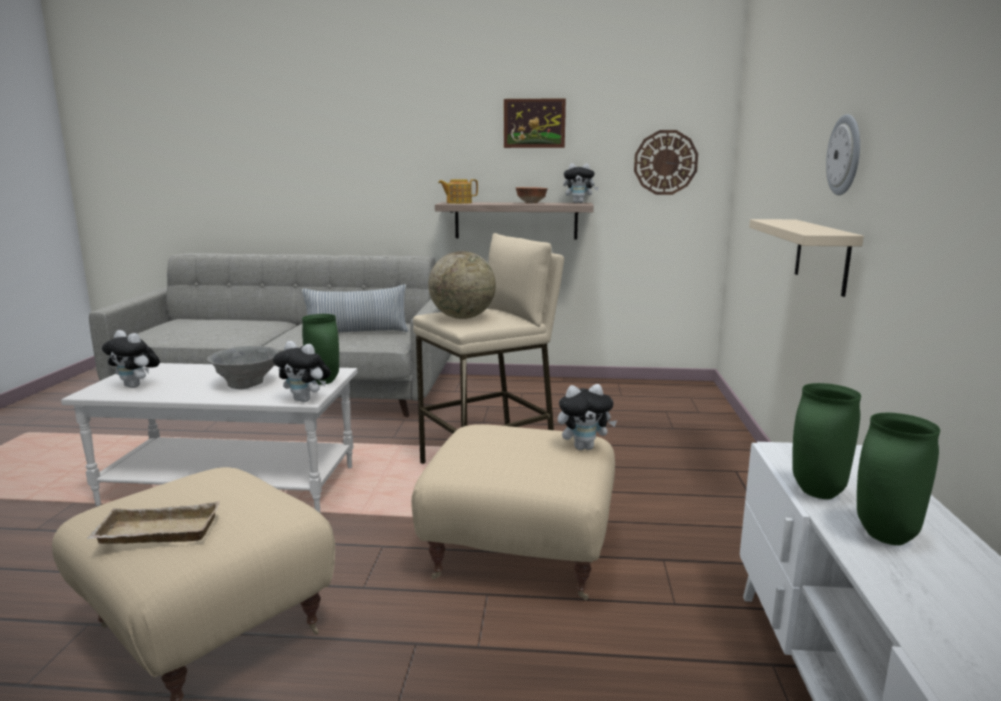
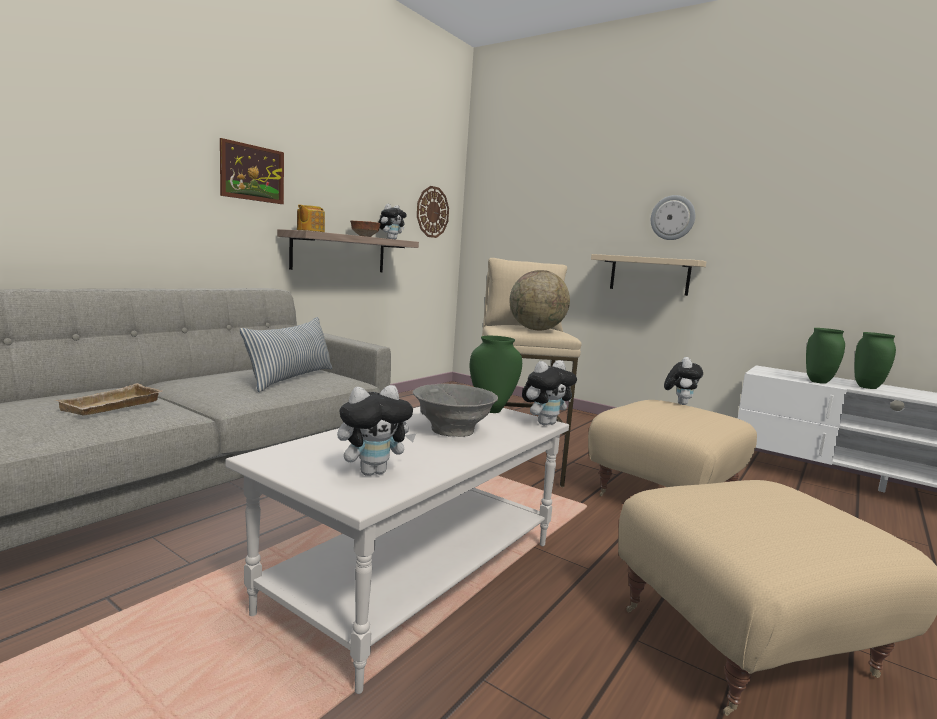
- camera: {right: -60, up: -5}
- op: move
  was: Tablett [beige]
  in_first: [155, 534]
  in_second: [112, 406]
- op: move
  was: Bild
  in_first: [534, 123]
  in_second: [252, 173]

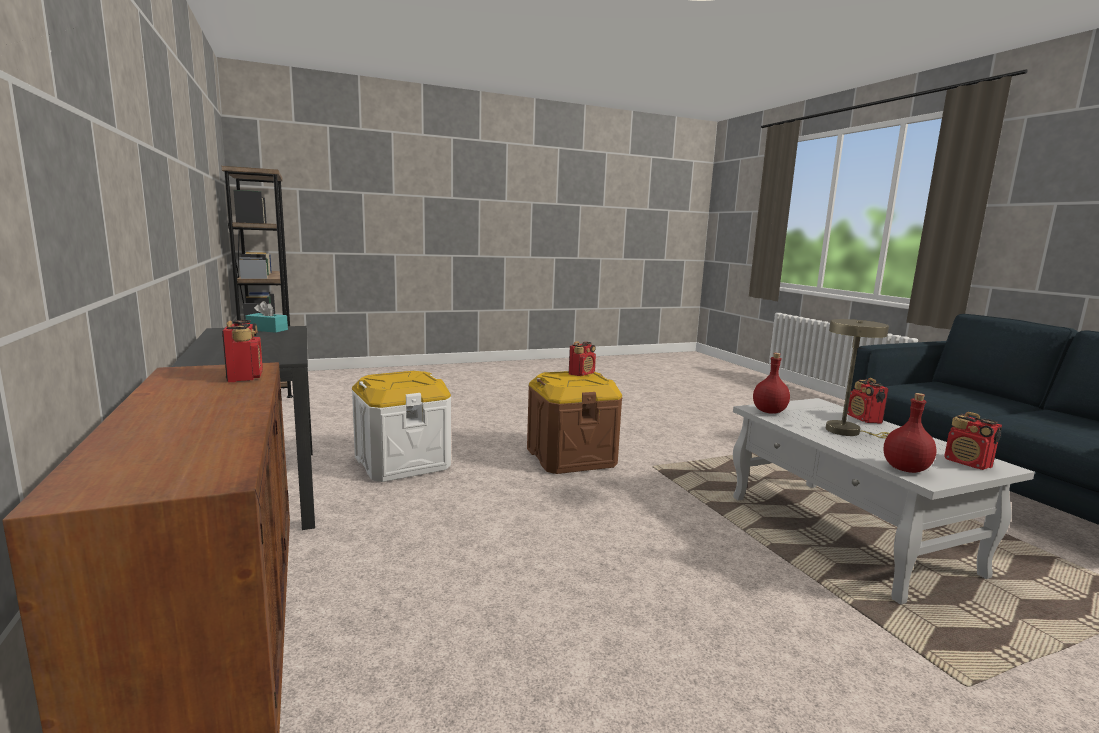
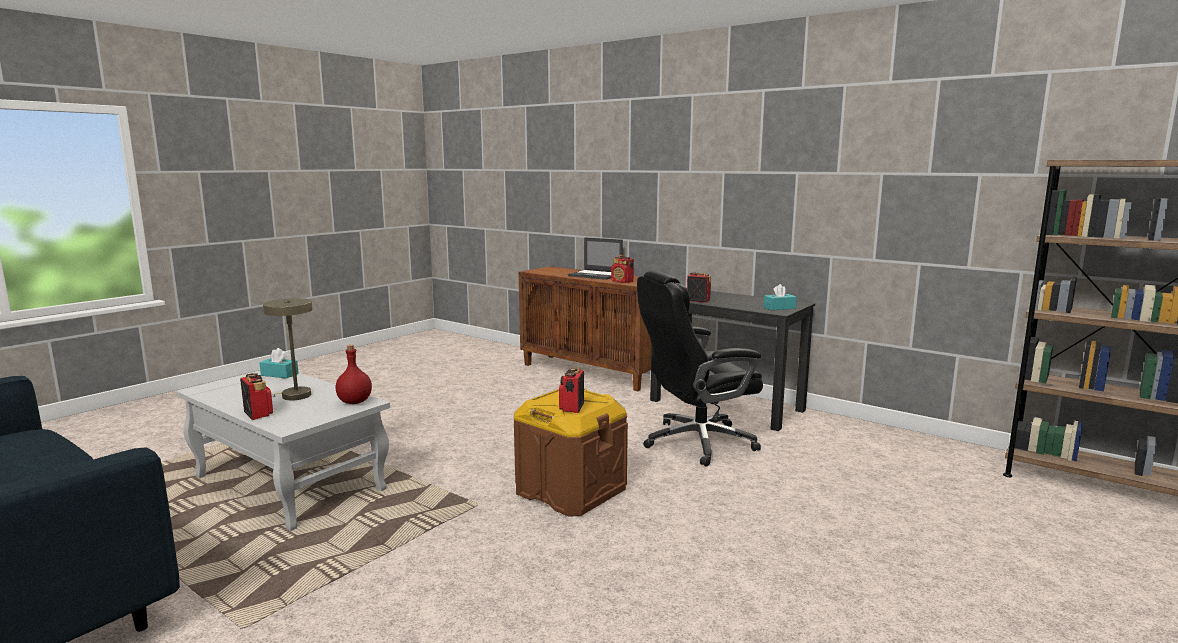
- camera: {right: 150, up: 0}
- op: replace
  was: Aufbewahrungsbox [weiß]
  now: Bürostuhl [schwarz]
  in_first: [402, 463]
  in_second: [696, 442]
- op: replace
  was: Flasche [rot]
  now: Taschentuchbox [türkis]
  in_first: [906, 469]
  in_second: [279, 374]
- op: move
  was: Radio
  in_first: [968, 463]
  in_second: [698, 300]
- op: insert
  now: Laptop
  in_second: [596, 275]

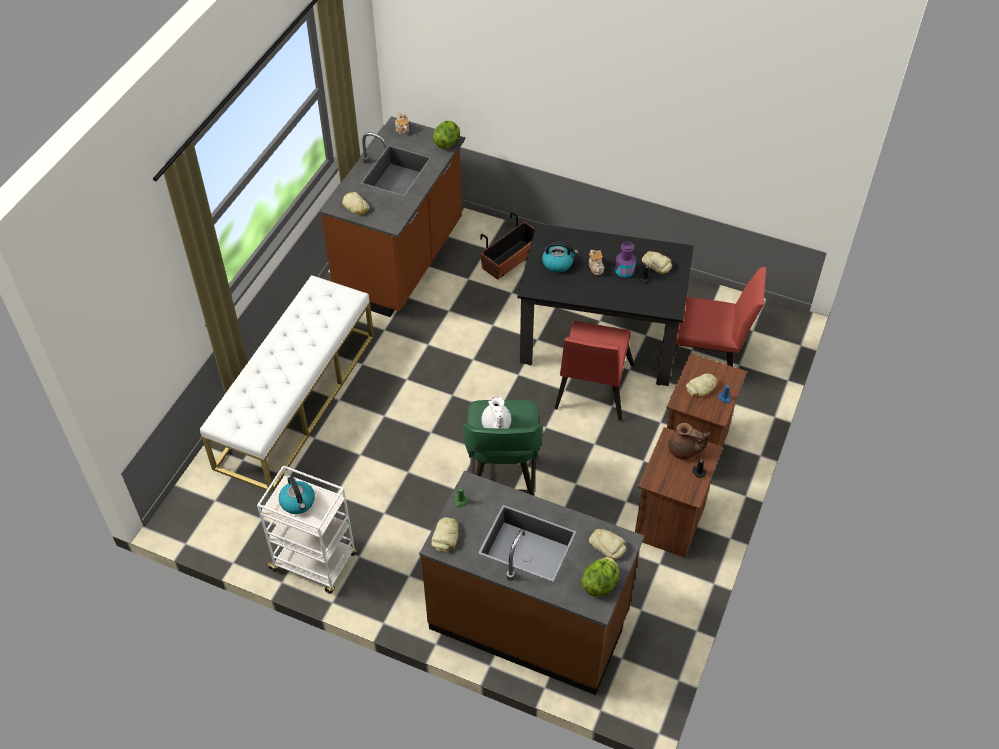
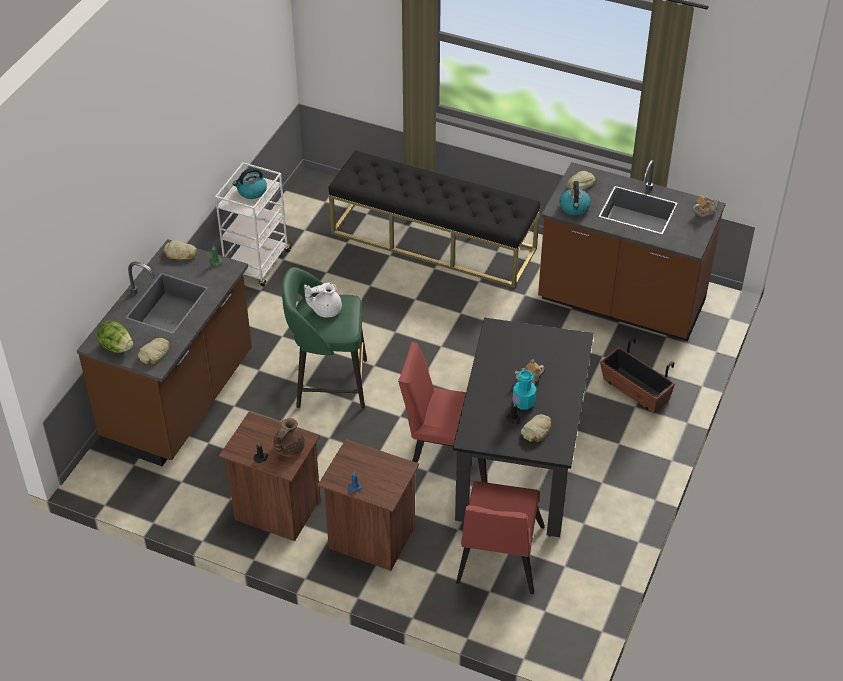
- camera: {right: 90, up: -5}
- op: recolor
  was: Bank [weiß]
  now: Bank [schwarz]
  in_first: [296, 400]
  in_second: [433, 241]
- op: delete
  was: Salatkopf
  in_first: [447, 143]
- op: move
  was: Wasserkessel
  in_first: [558, 263]
  in_second: [574, 207]
- op: recolor
  was: Flasche [lila]
  now: Flasche [türkis]
  in_first: [624, 271]
  in_second: [523, 402]
- op: delete
  was: Brot
  in_first: [702, 387]

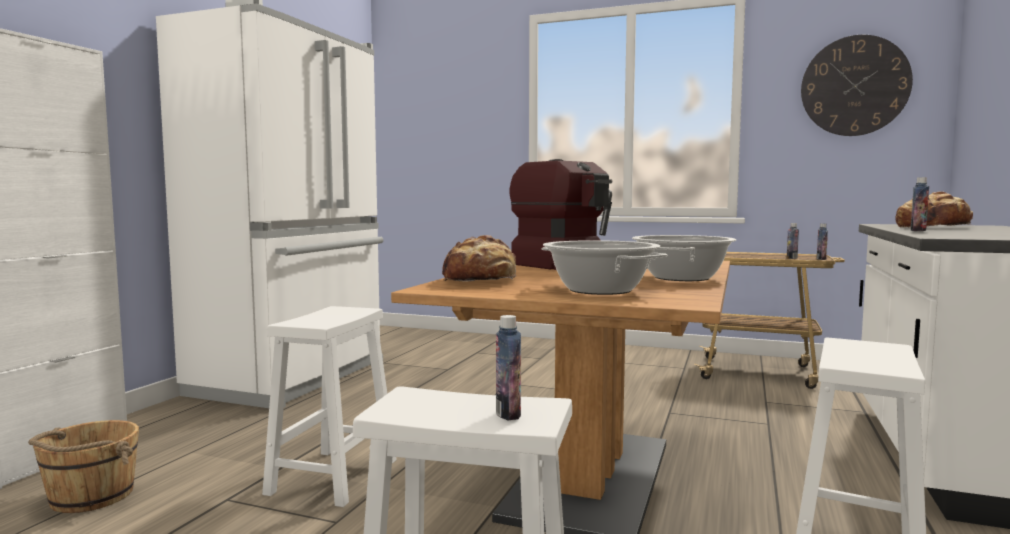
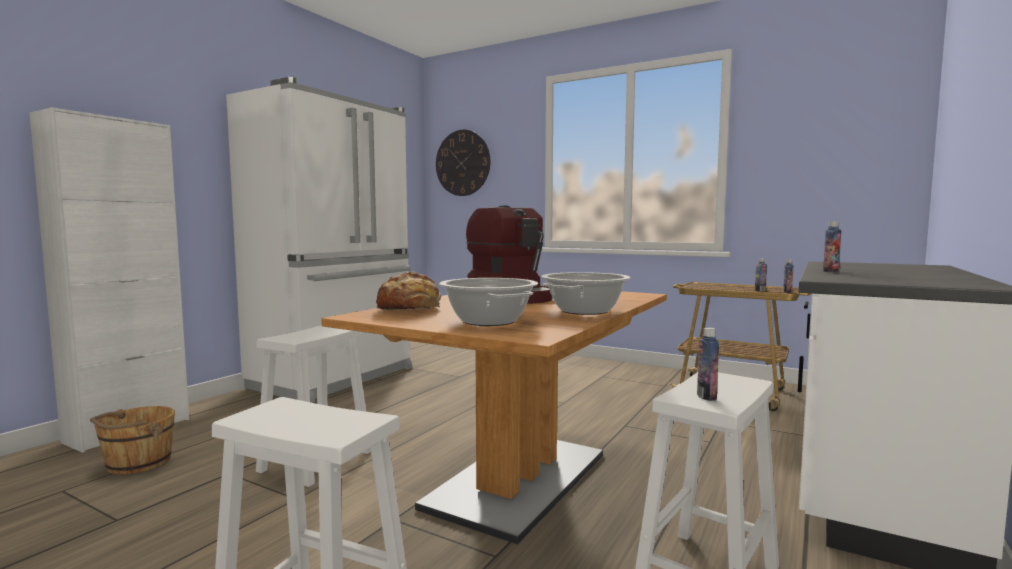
- camera: {right: 10, up: 0}
- op: move
  was: Flasche
  in_first: [508, 414]
  in_second: [706, 397]
- op: move
  was: Wanduhr
  in_first: [854, 86]
  in_second: [462, 163]
- op: delete
  was: Brot
  in_first: [933, 227]

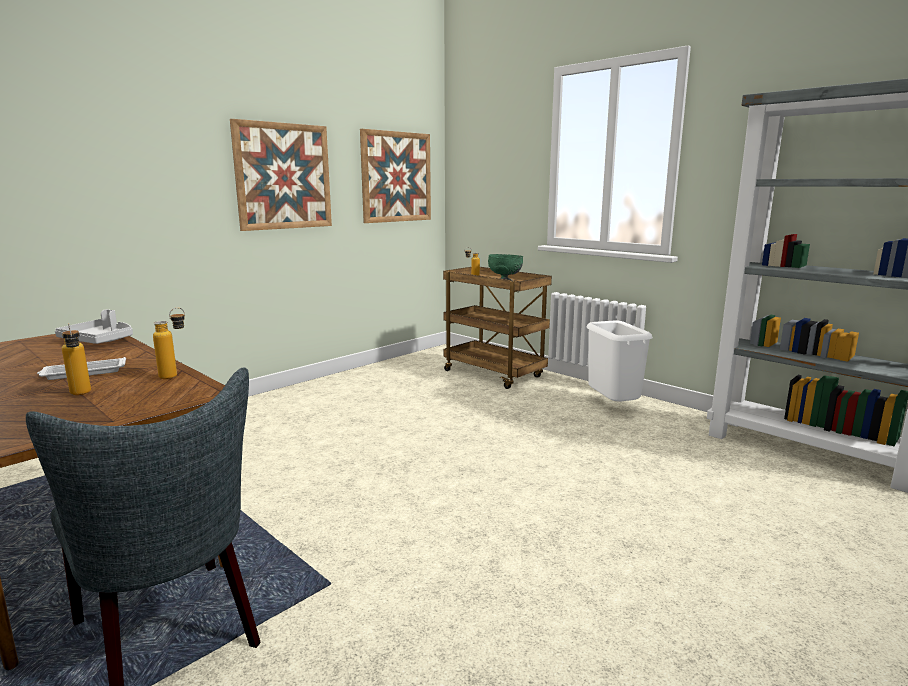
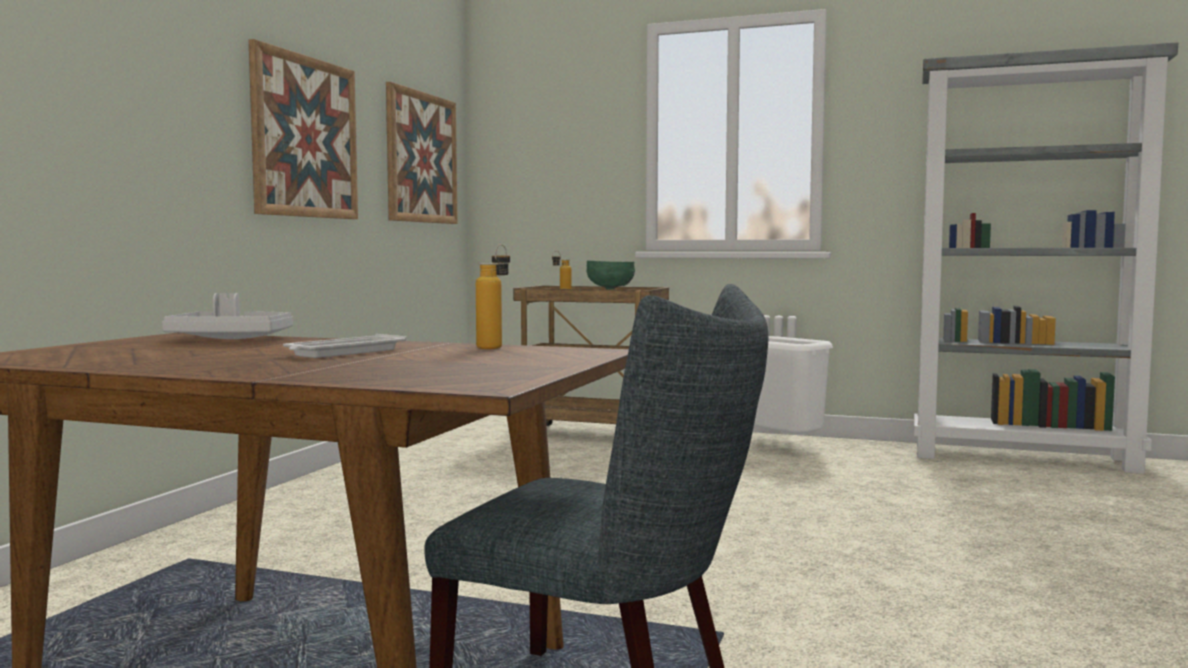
- camera: {right: -25, up: -10}
- op: delete
  was: Flasche
  in_first: [81, 394]

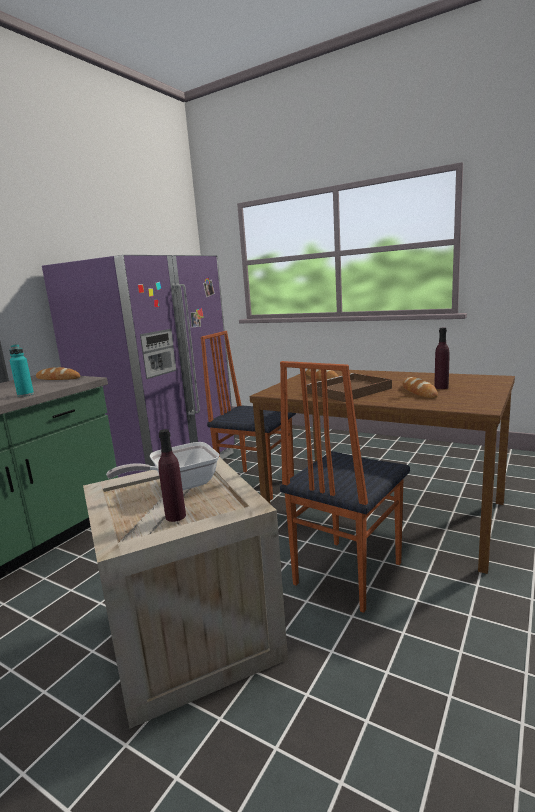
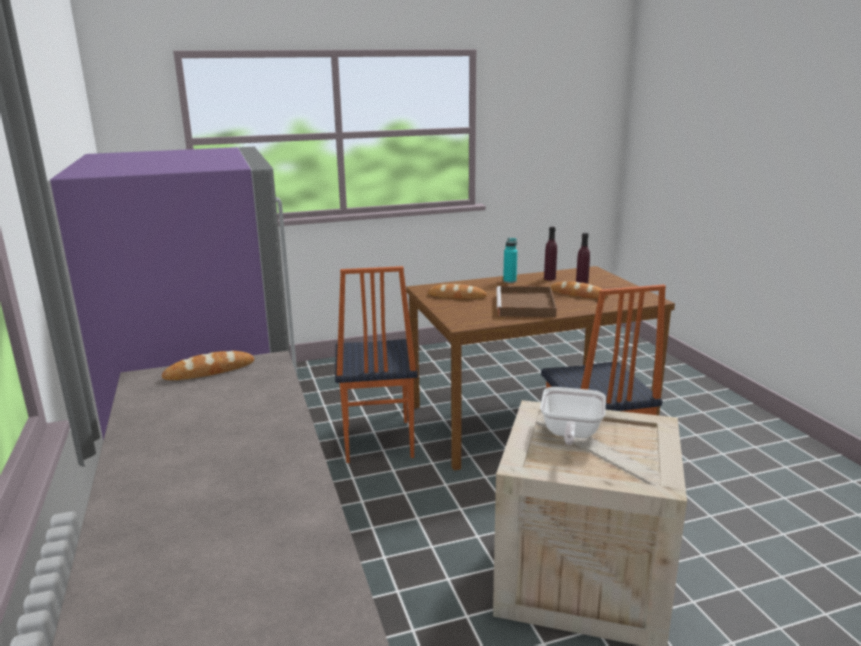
- camera: {right: -50, up: 5}
- op: move
  was: Flasche [türkis]
  in_first: [25, 395]
  in_second: [509, 281]
- op: move
  was: Flasche [lila]
  in_first: [175, 516]
  in_second: [549, 278]
- op: rotate
  was: Stuhl
  in_first: [256, 483]
  in_second: [376, 441]
  clockwise: -75

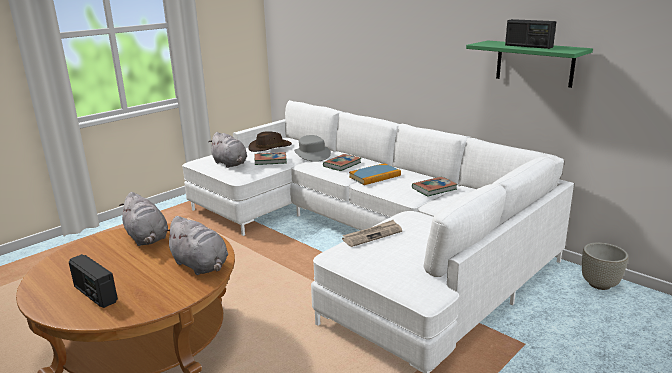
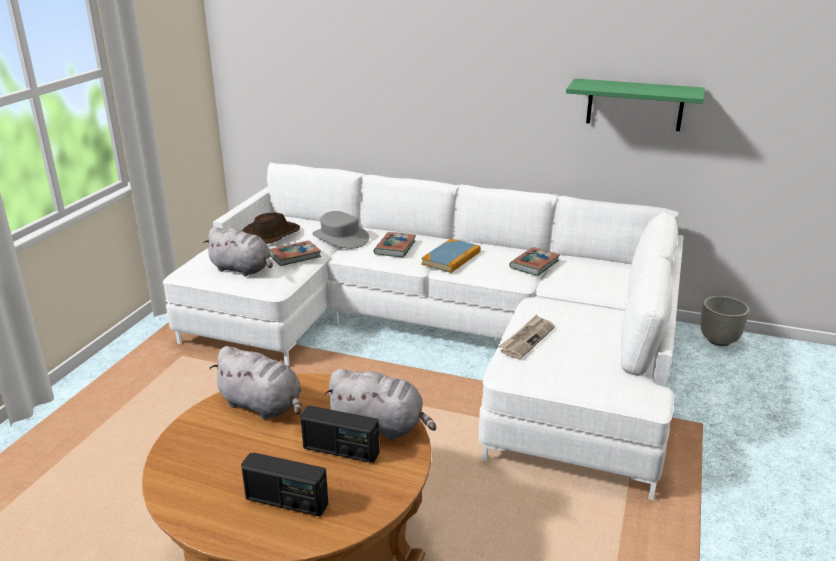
- camera: {right: -25, up: 5}
- op: move
  was: Radio
  in_first: [528, 46]
  in_second: [341, 450]

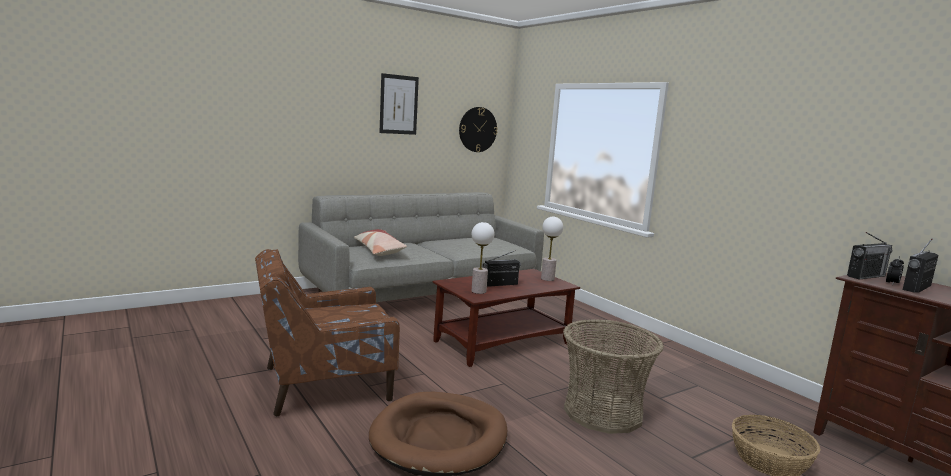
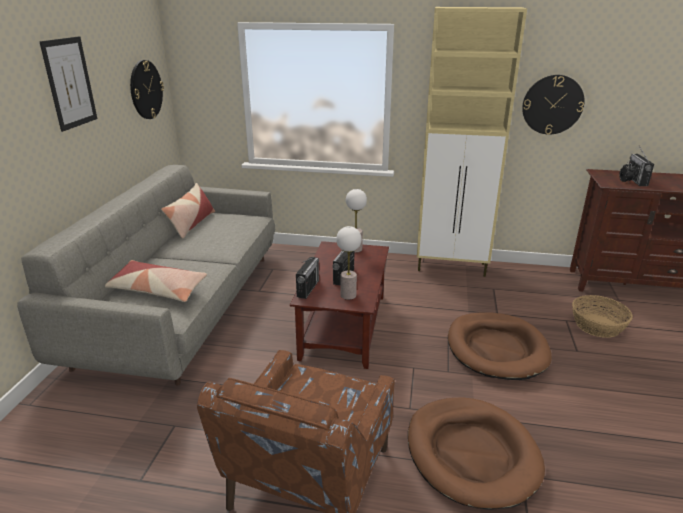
- camera: {right: -45, up: 15}
- op: replace
  was: Korb
  now: Hundebett [braun]
  in_first: [603, 412]
  in_second: [496, 349]
- op: move
  was: Radio
  in_first: [866, 276]
  in_second: [308, 289]
- op: insert
  now: Kissen
  in_second: [191, 224]
- op: insert
  now: Schrank [beige]
  in_second: [452, 267]
- op: insert
  now: Wanduhr
  in_second: [552, 105]

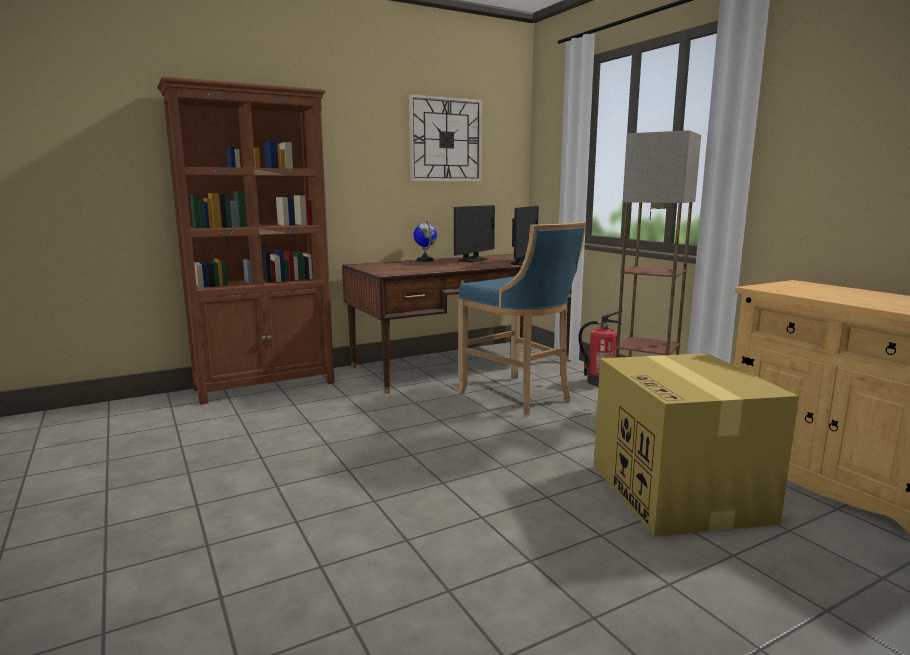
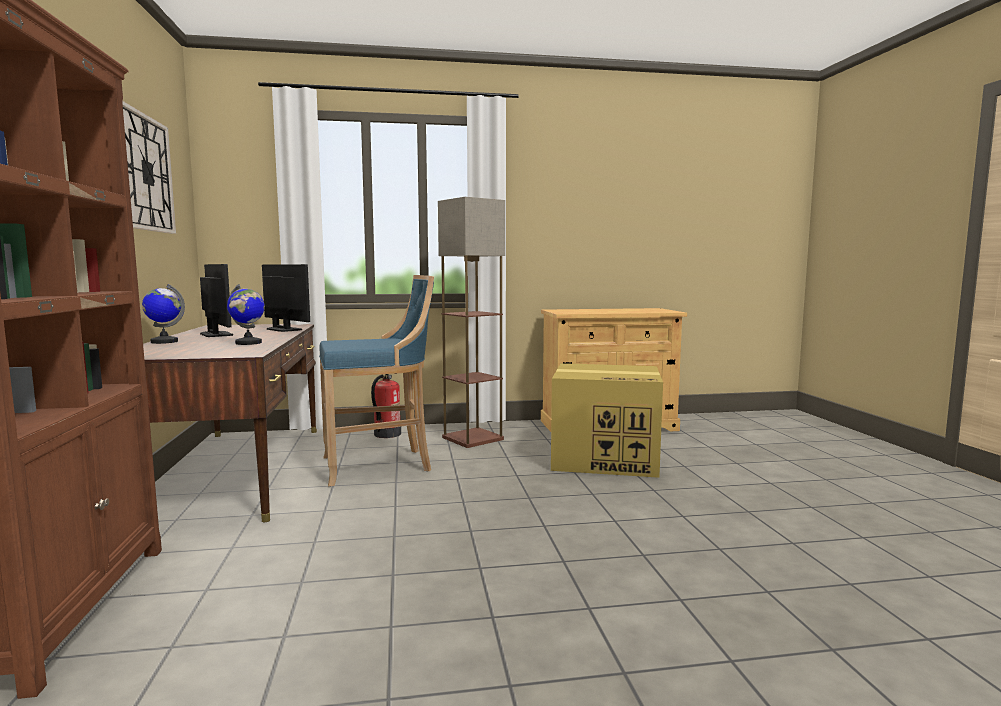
- camera: {right: -70, up: -5}
- op: insert
  now: Globus
  in_second: [248, 343]

